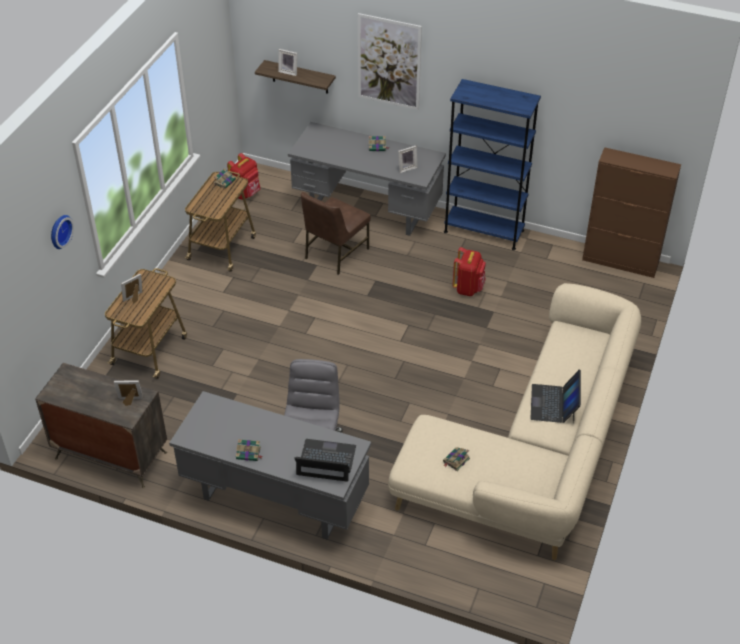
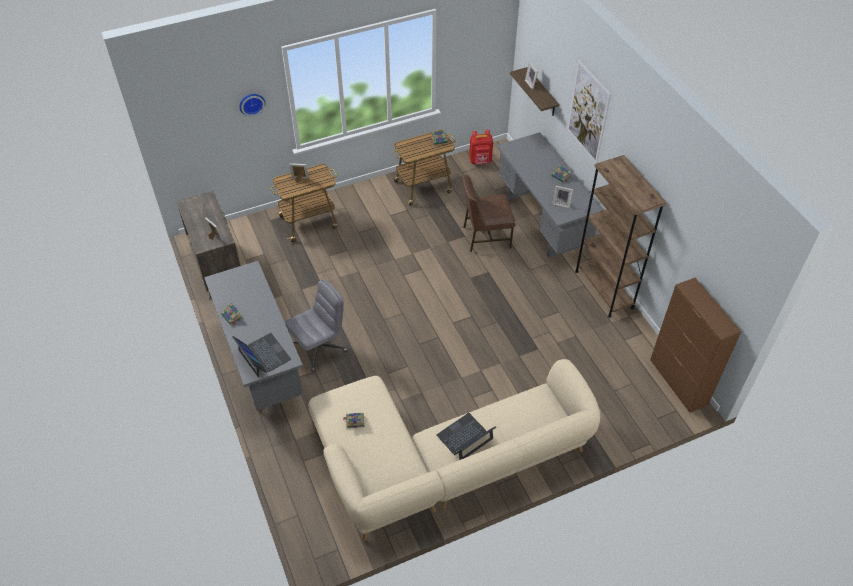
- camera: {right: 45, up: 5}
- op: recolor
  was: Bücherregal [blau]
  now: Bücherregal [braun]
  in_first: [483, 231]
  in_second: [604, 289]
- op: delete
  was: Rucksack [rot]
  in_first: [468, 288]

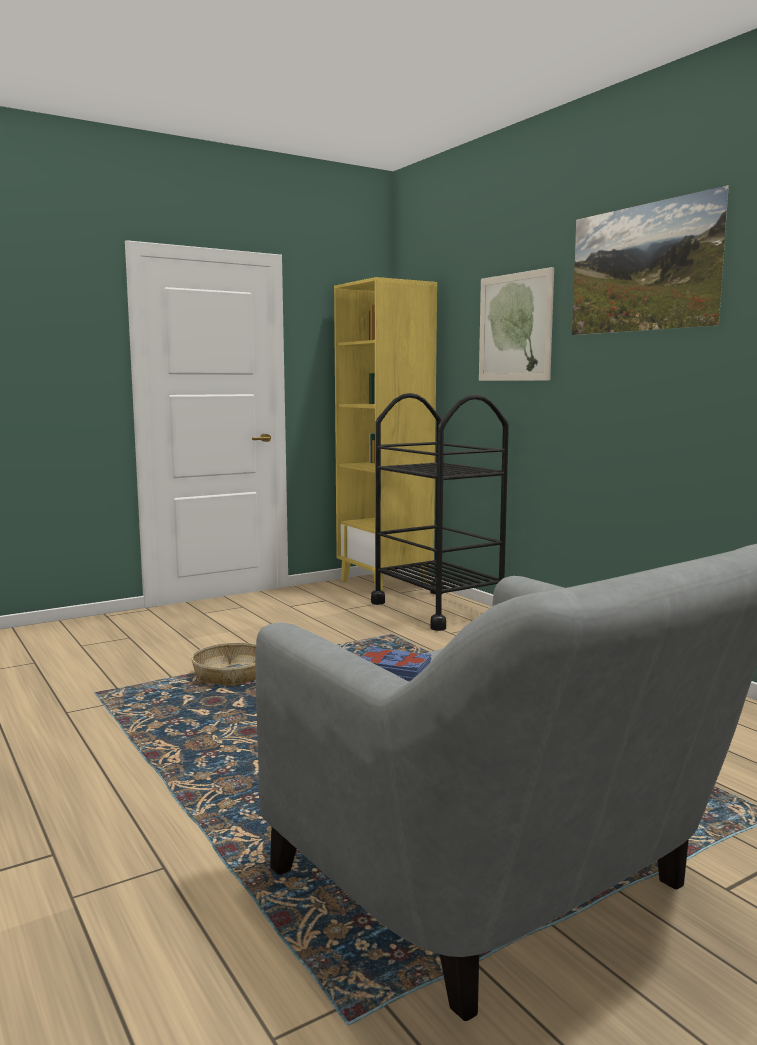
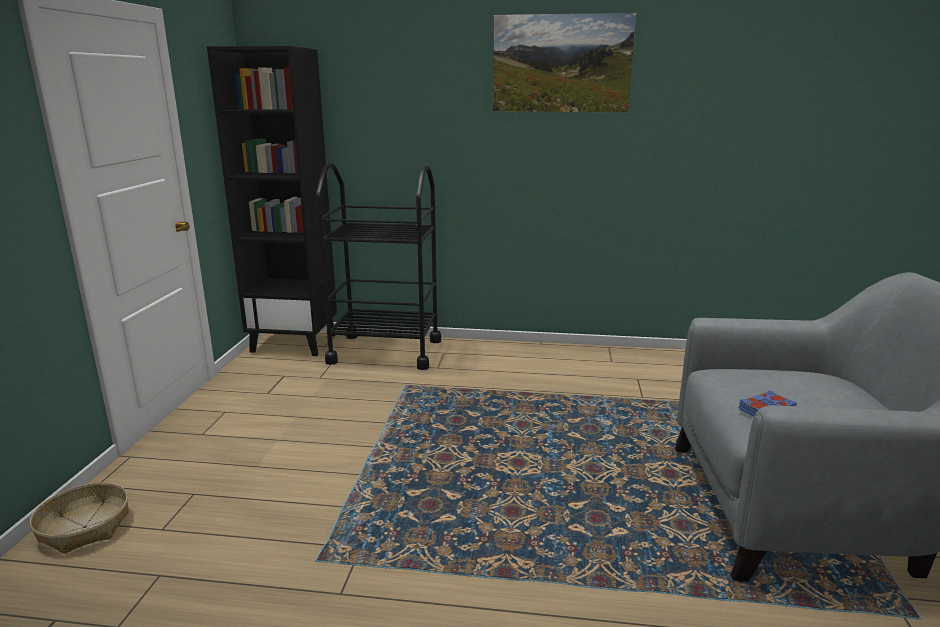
- camera: {right: -50, up: 10}
- op: move
  was: Korb
  in_first: [231, 675]
  in_second: [85, 527]
- op: recolor
  was: Bücherregal [gelb]
  now: Bücherregal [schwarz]
  in_first: [385, 584]
  in_second: [295, 343]
- op: delete
  was: Bild
  in_first: [515, 327]

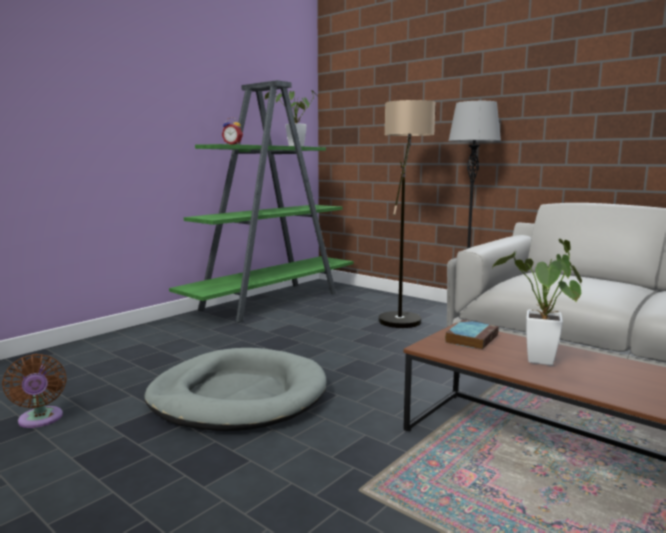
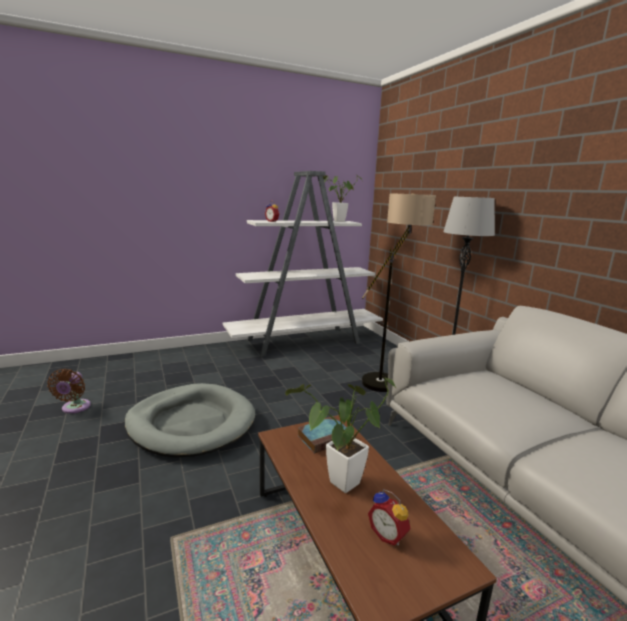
- camera: {right: 25, up: 5}
- op: recolor
  was: Bücherregal [grün]
  now: Bücherregal [weiß]
  in_first: [272, 301]
  in_second: [305, 341]
- op: insert
  now: Wecker
  in_second: [388, 535]

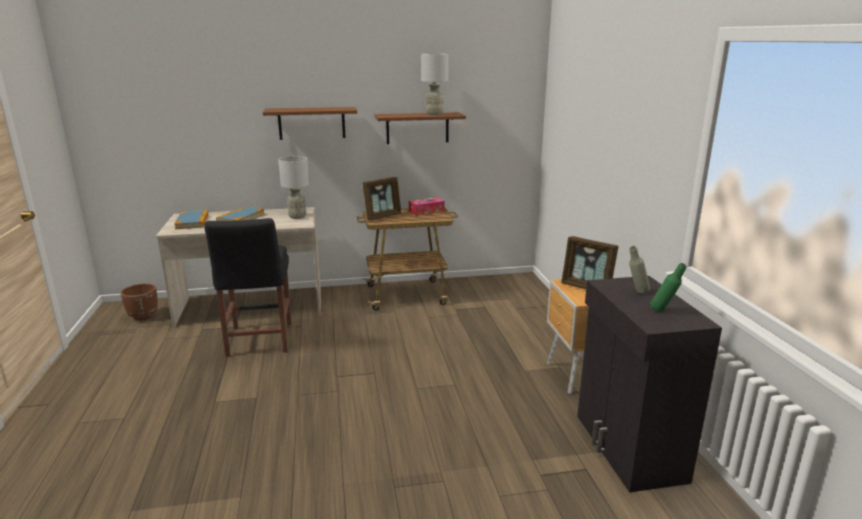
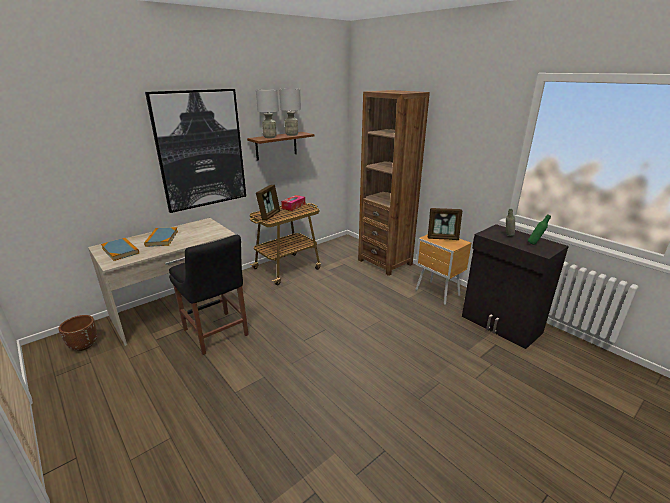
- camera: {right: -30, up: 5}
- op: replace
  was: Wandregal [braun]
  now: Bild
  in_first: [311, 123]
  in_second: [201, 150]
- op: move
  was: Tischlampe [grau]
  in_first: [297, 216]
  in_second: [269, 137]
- op: insert
  now: Bücherregal [braun]
  in_second: [385, 262]

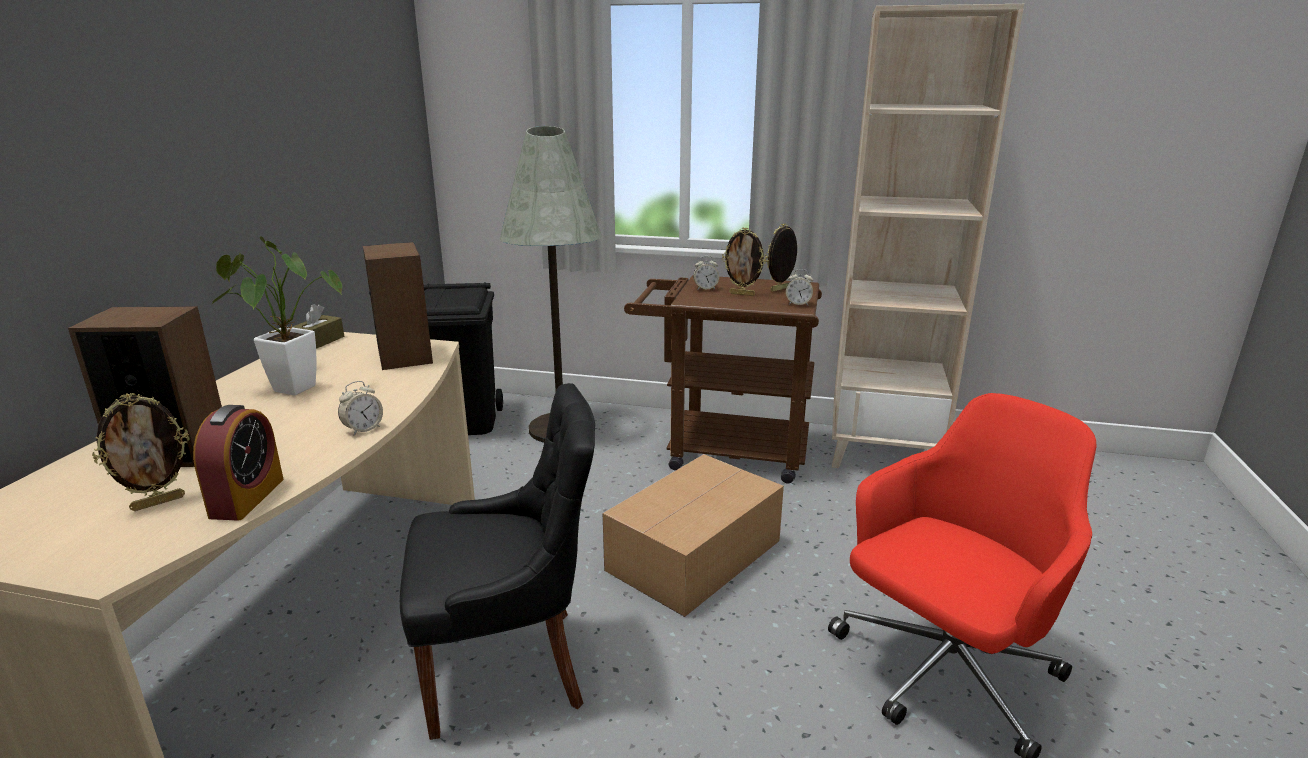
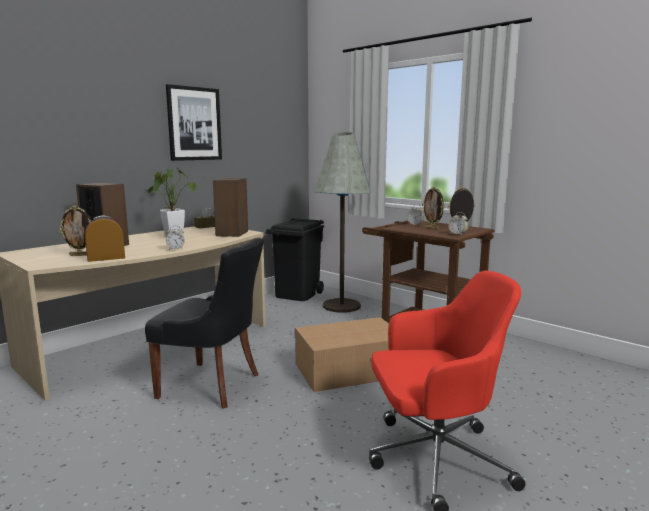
- camera: {right: 30, up: -10}
- op: rotate
  was: Wecker
  in_first: [247, 497]
  in_second: [106, 258]
  clockwise: -150
- op: delete
  was: Bücherregal [beige]
  in_first: [884, 453]
- op: insert
  now: Bild
  in_second: [194, 124]

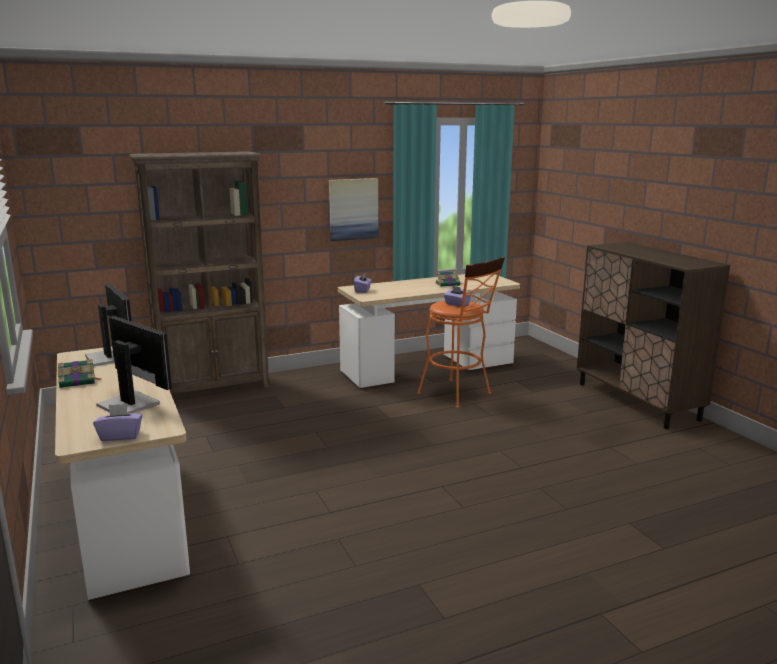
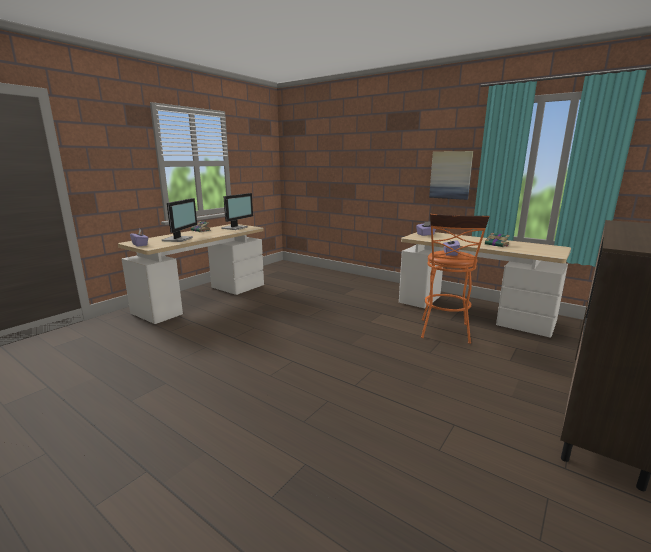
- camera: {right: 60, up: 0}
- op: delete
  was: Bücherregal [braun]
  in_first: [214, 388]

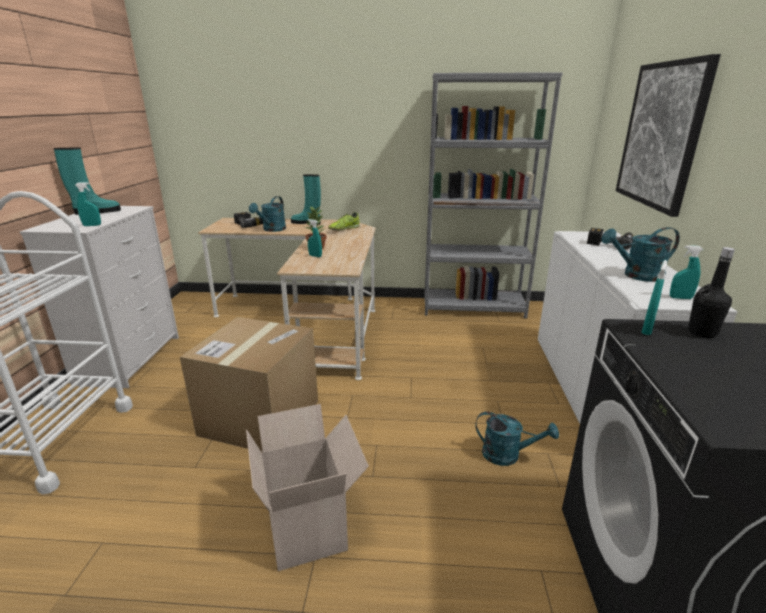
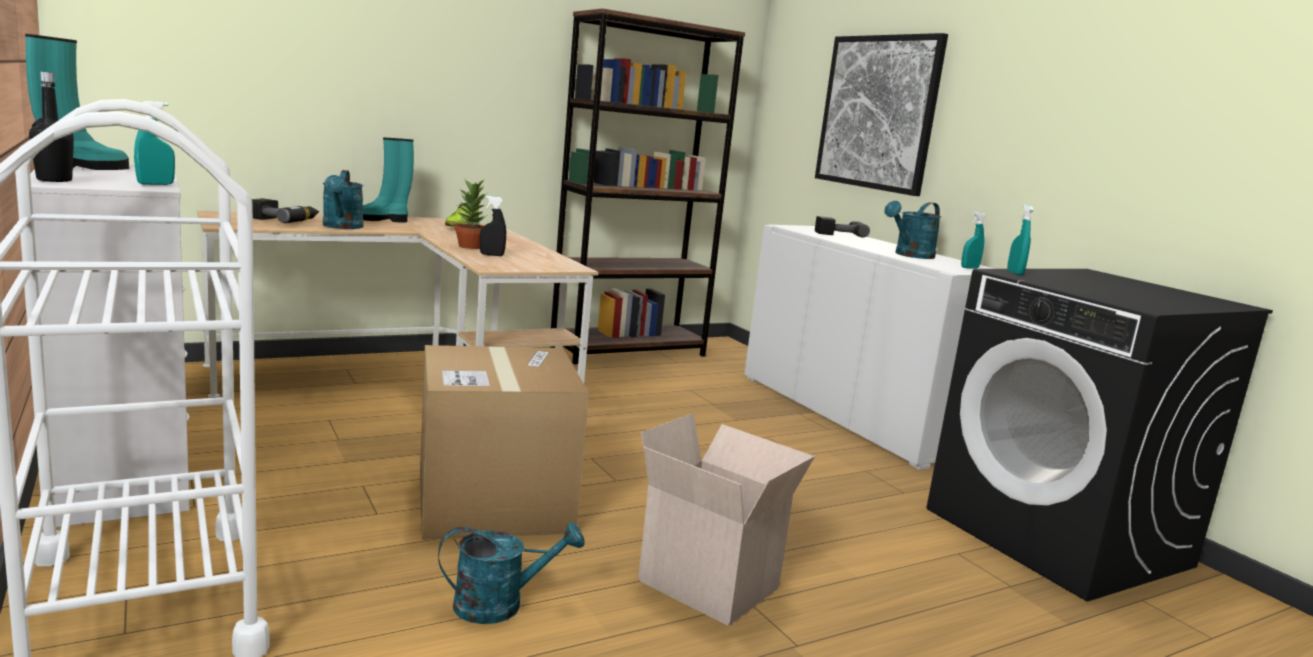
- camera: {right: -35, up: -10}
- op: recolor
  was: Sprühflasche [türkis]
  now: Sprühflasche [schwarz]
  in_first: [315, 256]
  in_second: [492, 255]
- op: recolor
  was: Bücherregal [grau]
  now: Bücherregal [braun]
  in_first: [473, 308]
  in_second: [628, 351]
- op: move
  was: Gießkanne [türkis]
  in_first: [508, 455]
  in_second: [501, 605]
- op: move
  was: Flasche [schwarz]
  in_first: [701, 333]
  in_second: [54, 180]

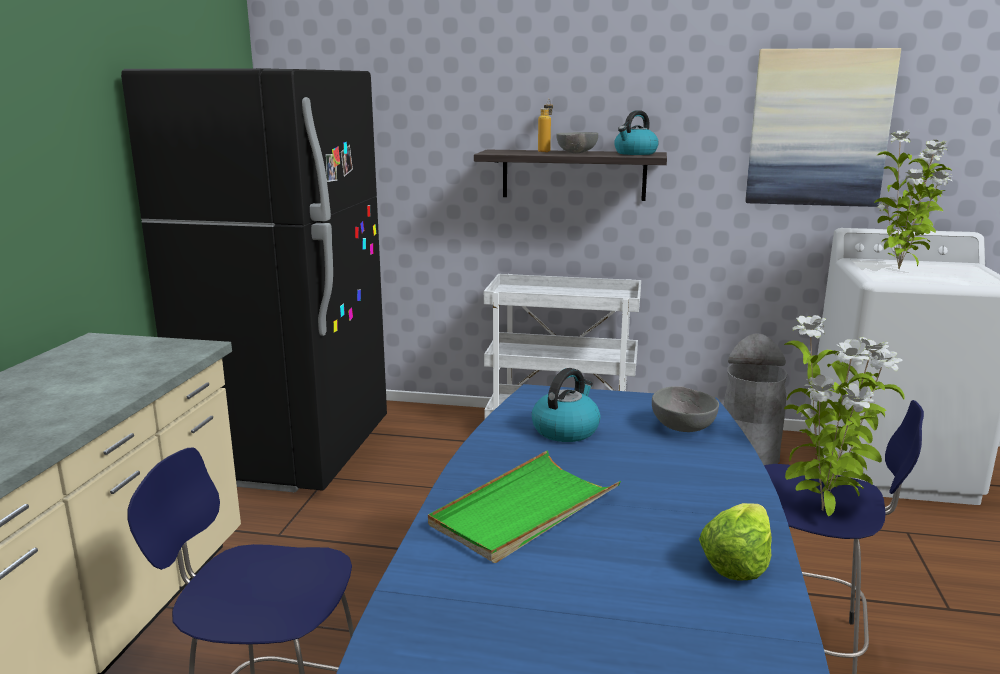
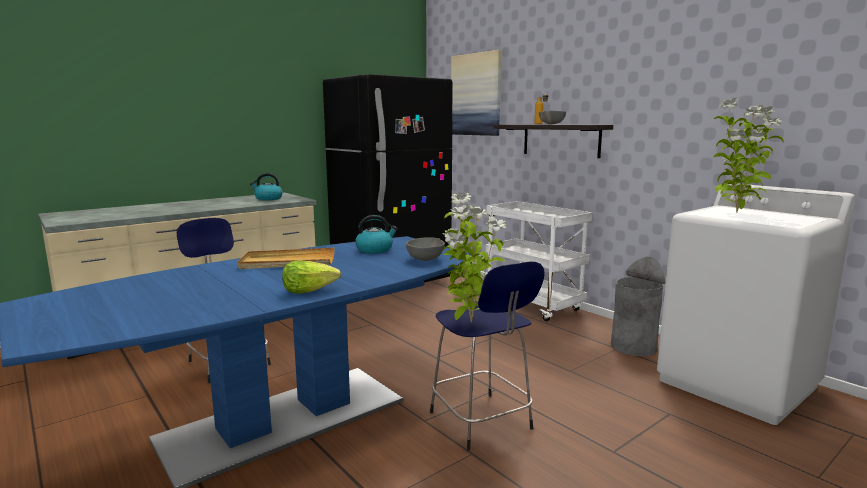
- camera: {right: 40, up: -5}
- op: recolor
  was: Tablett [grün]
  now: Tablett [beige]
  in_first: [524, 511]
  in_second: [288, 262]
- op: move
  was: Wasserkessel
  in_first: [635, 153]
  in_second: [268, 199]
- op: move
  was: Bild
  in_first: [818, 128]
  in_second: [476, 94]

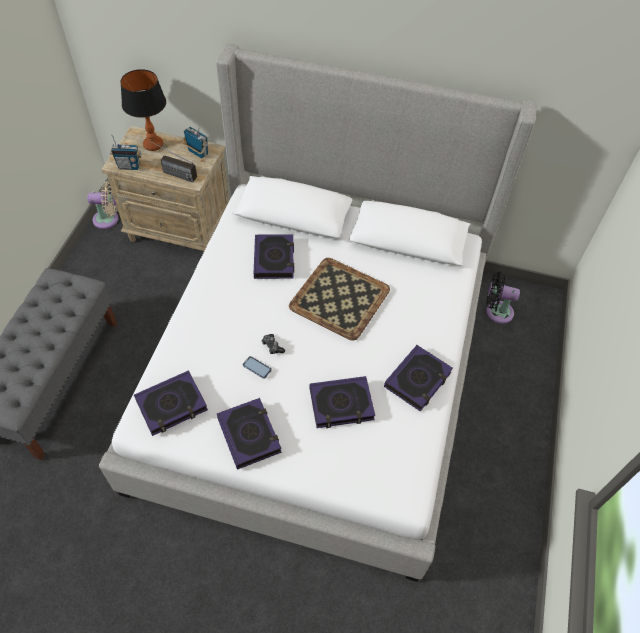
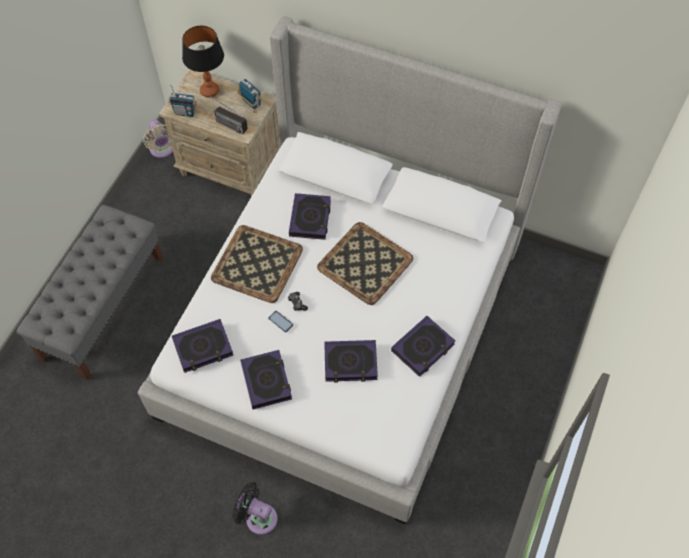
- camera: {right: 10, up: 5}
- op: rotate
  was: Ventilator [beige]
  in_first: [108, 219]
  in_second: [163, 150]
  clockwise: 60
- op: move
  was: Ventilator [schwarz]
  in_first: [496, 311]
  in_second: [258, 517]
- op: insert
  now: Tablett
  in_second: [257, 263]

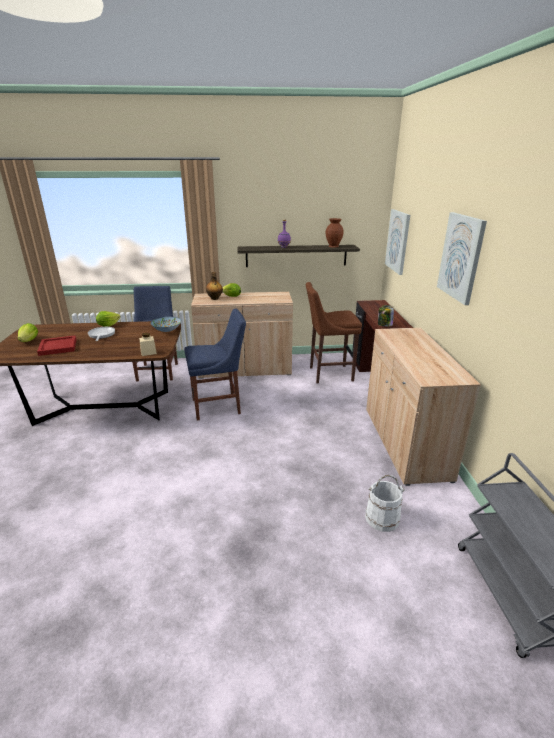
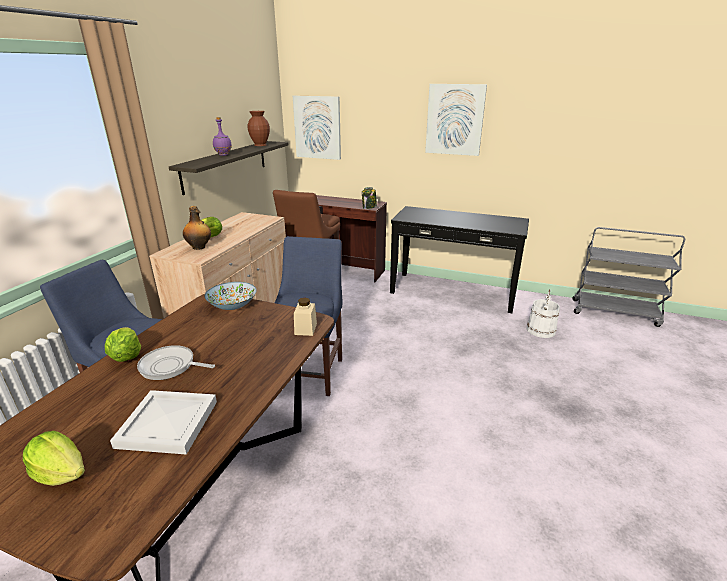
- camera: {right: -65, up: 0}
- op: recolor
  was: Tablett [rot]
  now: Tablett [weiß]
  in_first: [58, 347]
  in_second: [167, 423]
- op: replace
  was: Schrank [beige]
  now: Konsolentisch [schwarz]
  in_first: [405, 443]
  in_second: [453, 291]

